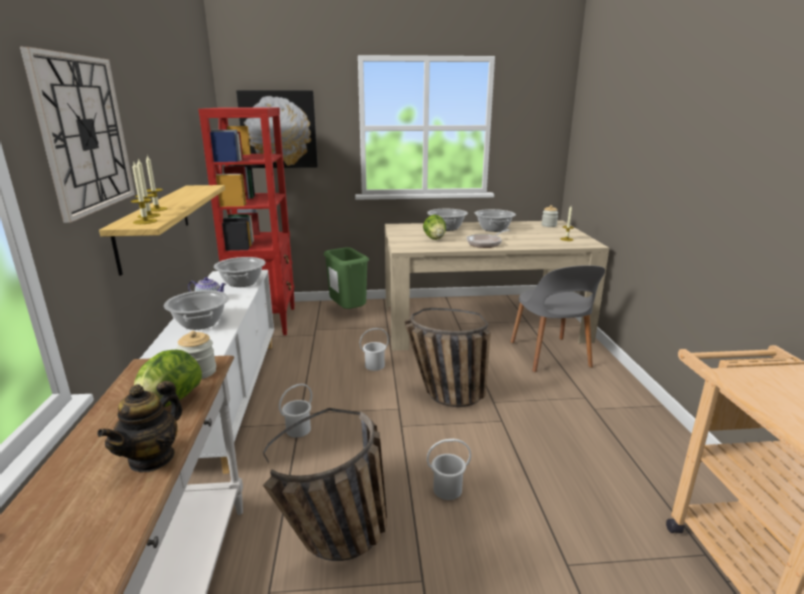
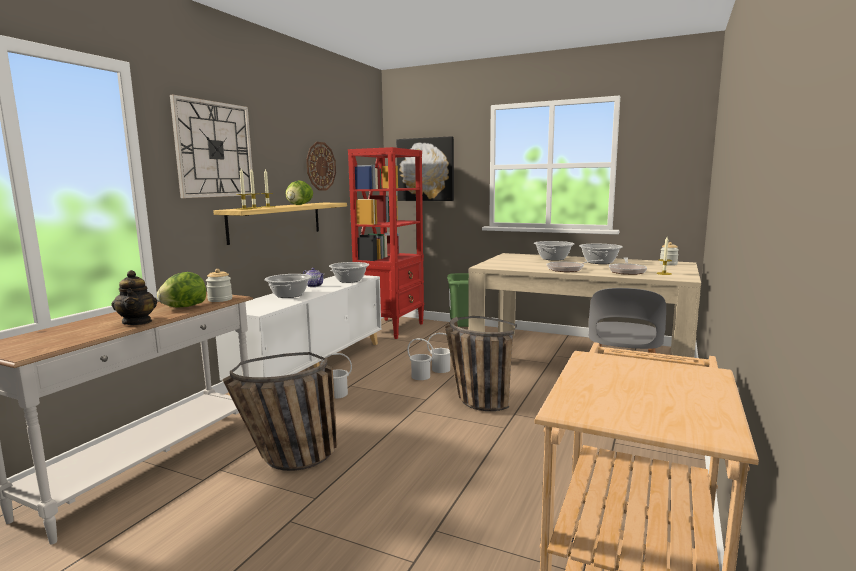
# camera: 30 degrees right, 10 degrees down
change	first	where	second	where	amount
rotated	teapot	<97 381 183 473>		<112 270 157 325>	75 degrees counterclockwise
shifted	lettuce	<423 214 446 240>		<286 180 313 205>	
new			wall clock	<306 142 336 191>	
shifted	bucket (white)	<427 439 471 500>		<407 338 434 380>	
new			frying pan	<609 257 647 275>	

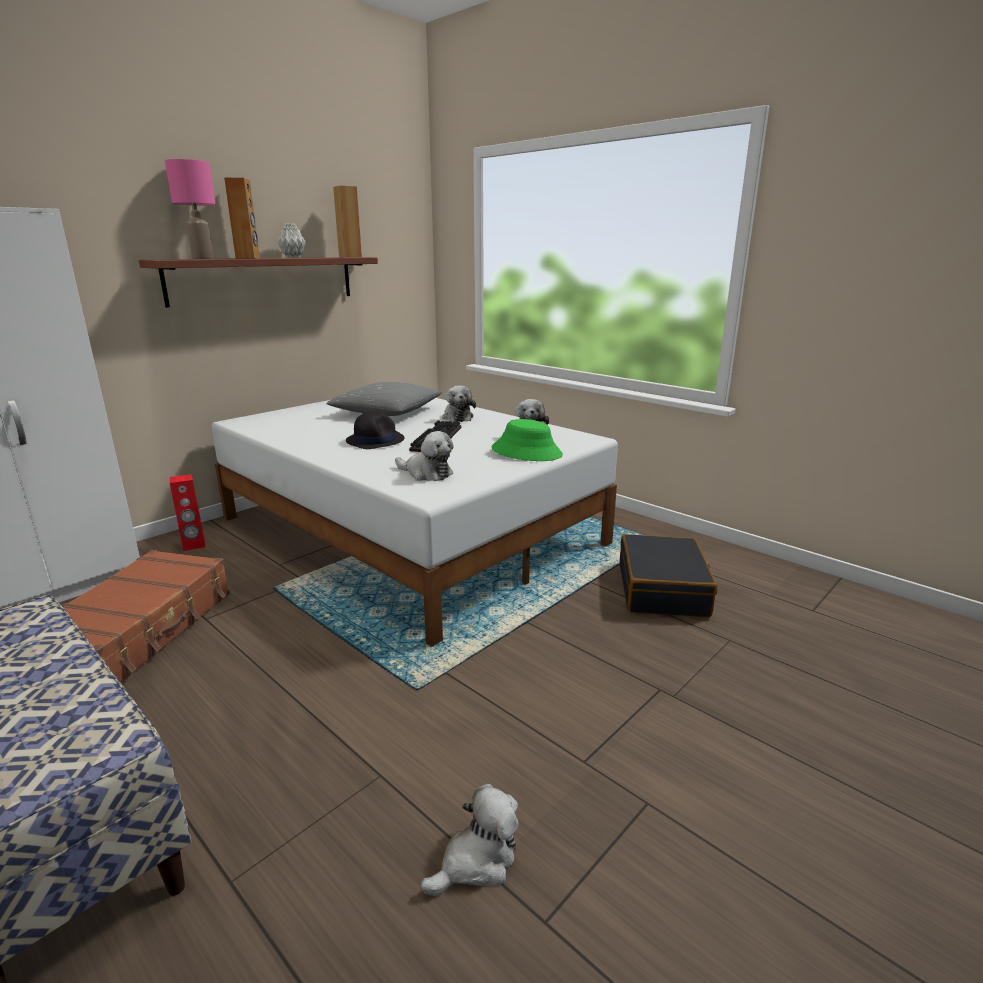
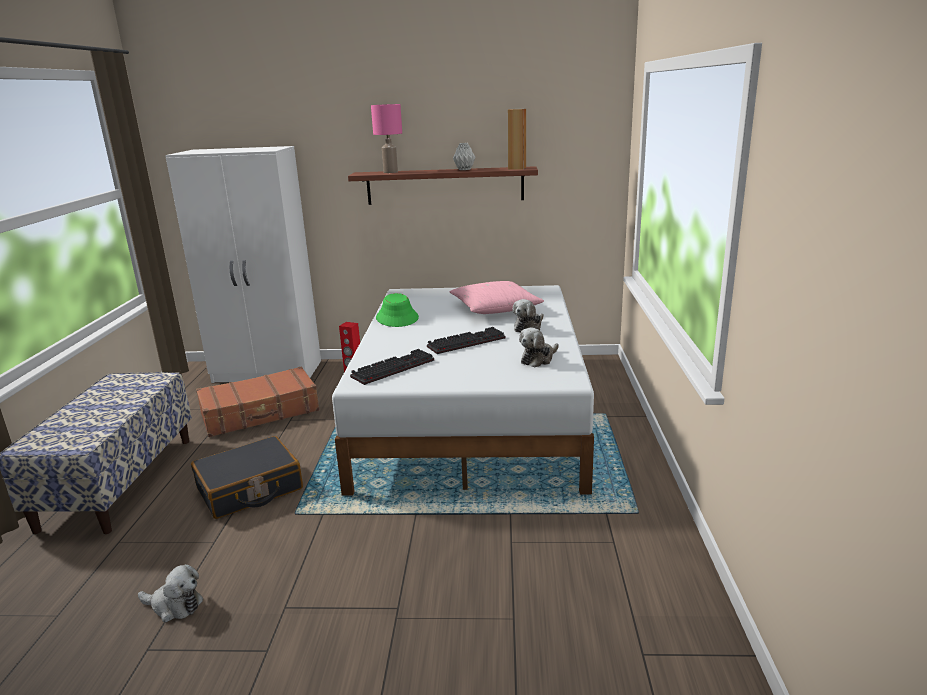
# camera: 50 degrees right, 0 degrees up
change	first	where	second	where	amount
shifted	suitcase (black)	<620 534 717 618>		<191 436 303 519>	
swapped	plush toy	<395 431 453 481>	keyboard	<350 349 434 385>	
shifted	hat (green)	<492 419 563 461>		<376 293 419 327>	
repainted	pillow (grey)	<326 382 442 416>	pillow (pink)	<450 281 544 314>	
gone	speaker (brown)	<224 178 260 259>			
gone	hat (black)	<346 411 405 449>			

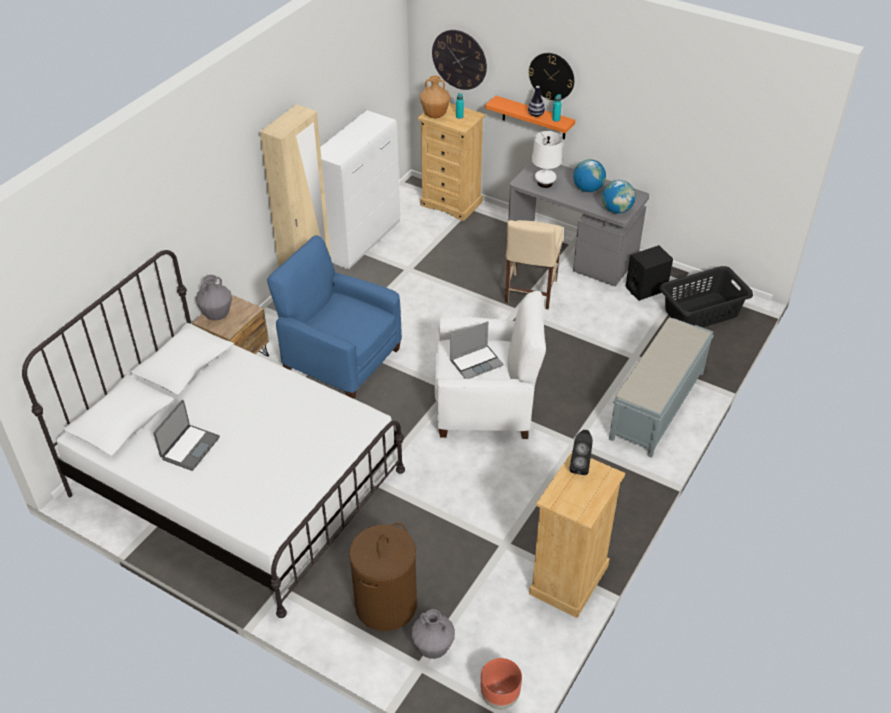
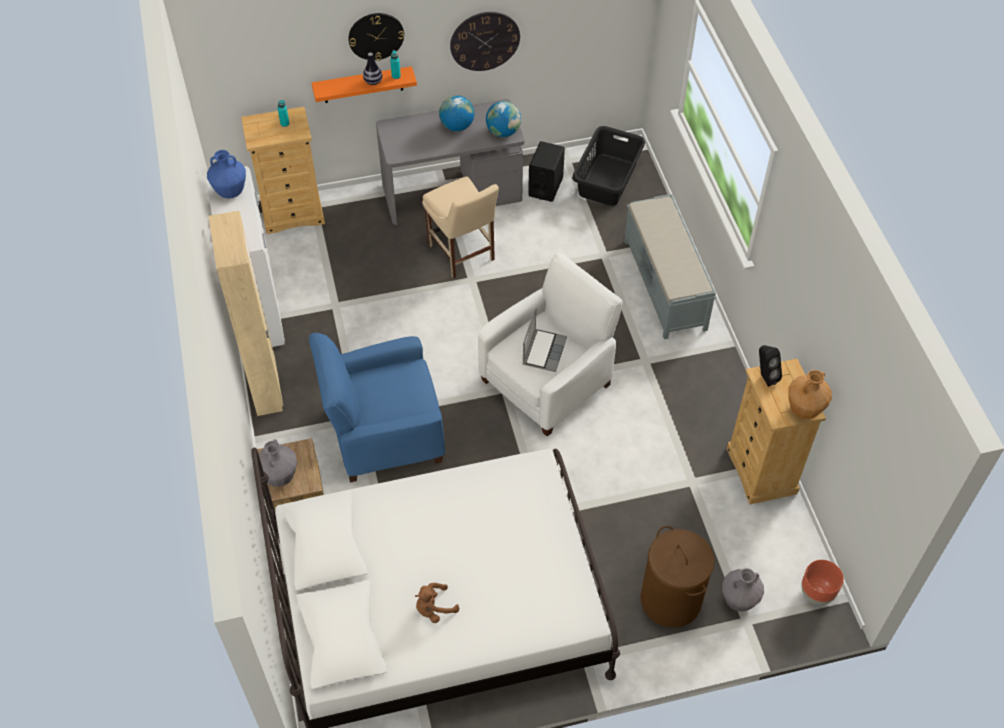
# camera: 45 degrees left, 10 degrees up
change	first	where	second	where	amount
new			vase (blue)	<207 150 246 199>	
swapped	laptop	<153 400 220 471>	plush toy (brown)	<415 583 459 623>	
shifted	wall clock	<432 30 487 90>		<450 12 520 71>	
shifted	vase (brown)	<420 75 451 118>		<788 370 832 419>	
gone	table lamp (white)	<532 131 563 188>			

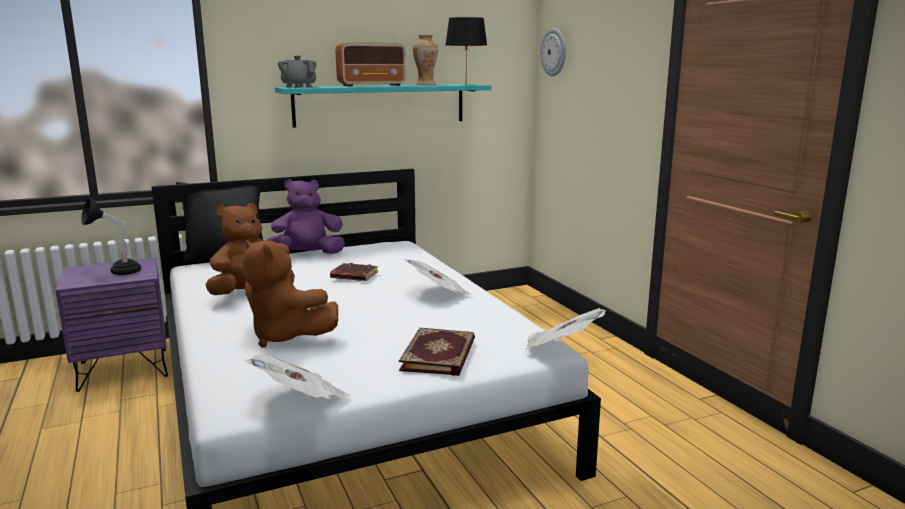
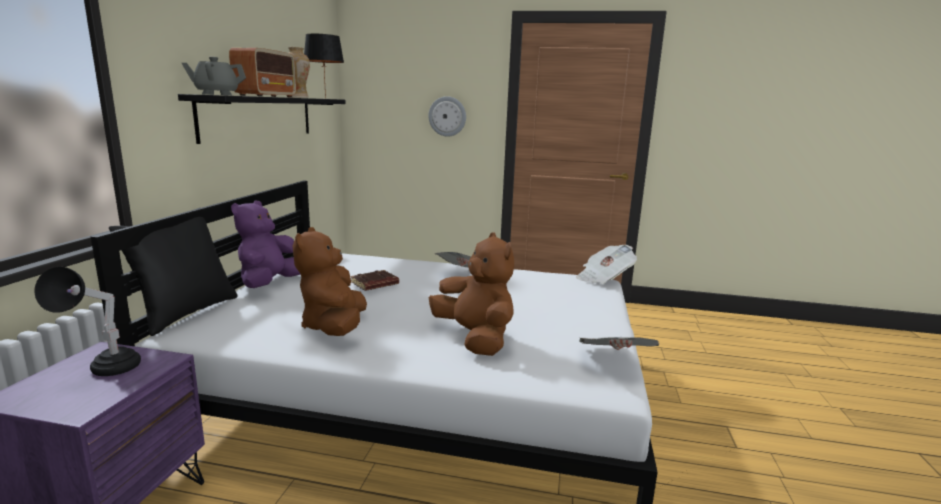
# camera: 55 degrees left, 0 degrees up
change	first	where	second	where	amount
repainted	shelf (turquoise)	<275 84 491 128>	shelf (black)	<178 94 345 144>	
shifted	wall clock	<541 28 566 76>		<429 96 466 137>	
rotated	plush toy (brown)	<243 240 338 348>		<429 232 514 356>	105 degrees counterclockwise
gone	book	<399 328 475 376>			

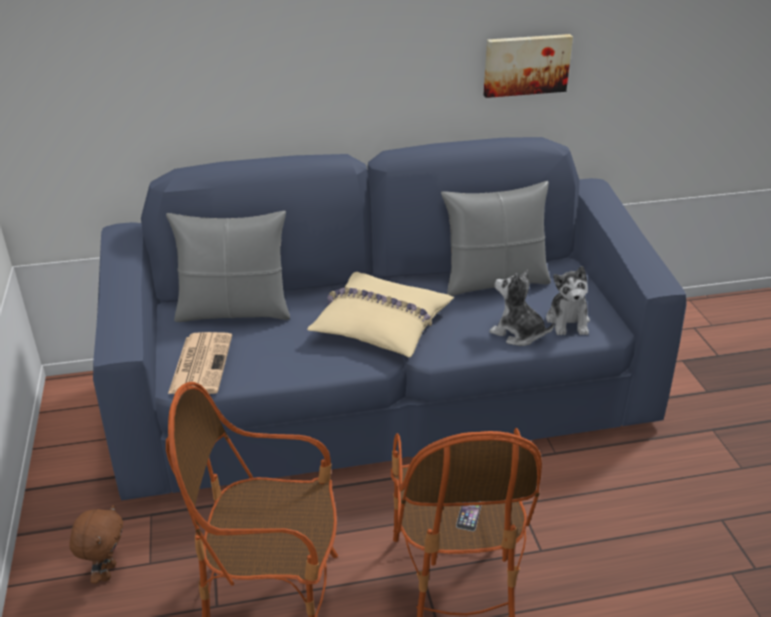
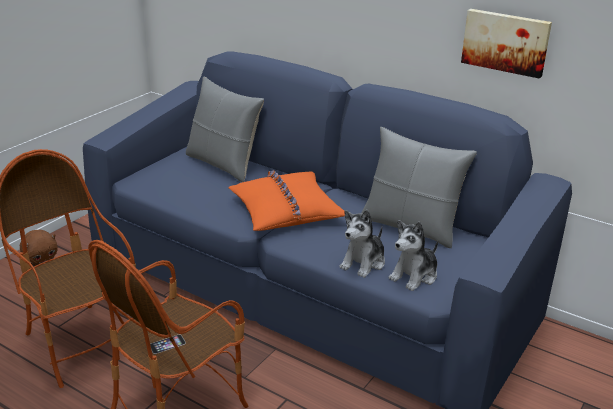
# camera: 45 degrees right, 5 degrees down
change	first	where	second	where	amount
repainted	pillow (beige)	<307 272 454 357>	pillow (orange)	<229 170 345 231>	
rotated	plush toy	<489 270 555 346>		<339 210 385 278>	135 degrees counterclockwise
gone	newspaper	<168 332 232 394>			

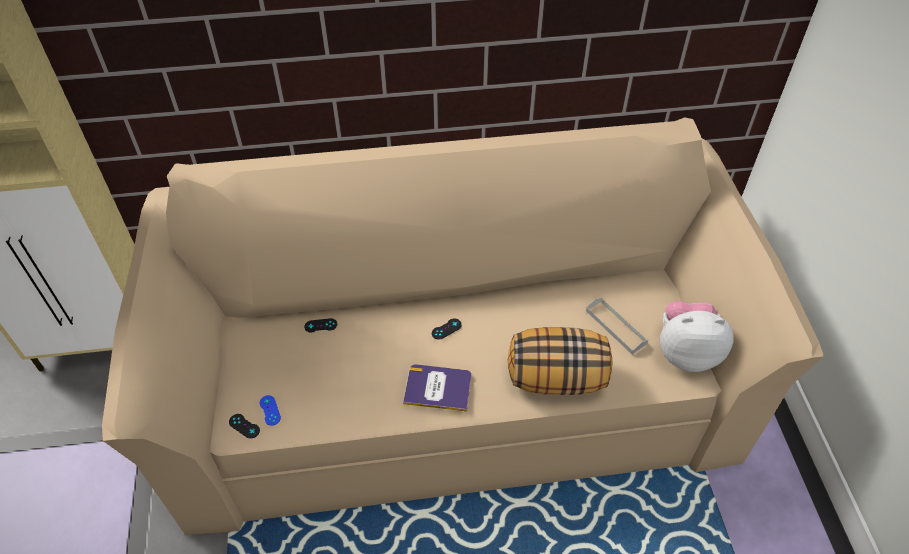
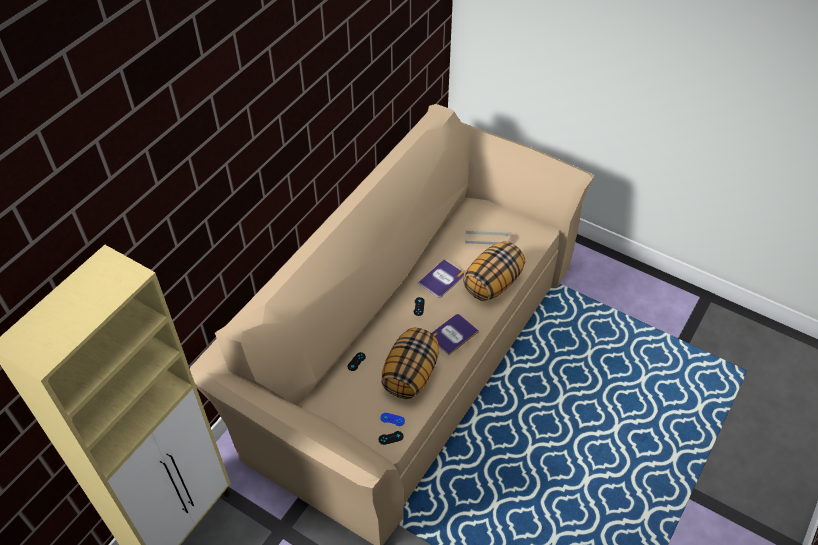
# camera: 50 degrees left, 0 degrees up
change	first	where	second	where	amount
new			pillow	<381 328 439 399>	
new			book	<418 260 464 298>	
gone	plush toy	<660 301 734 372>			

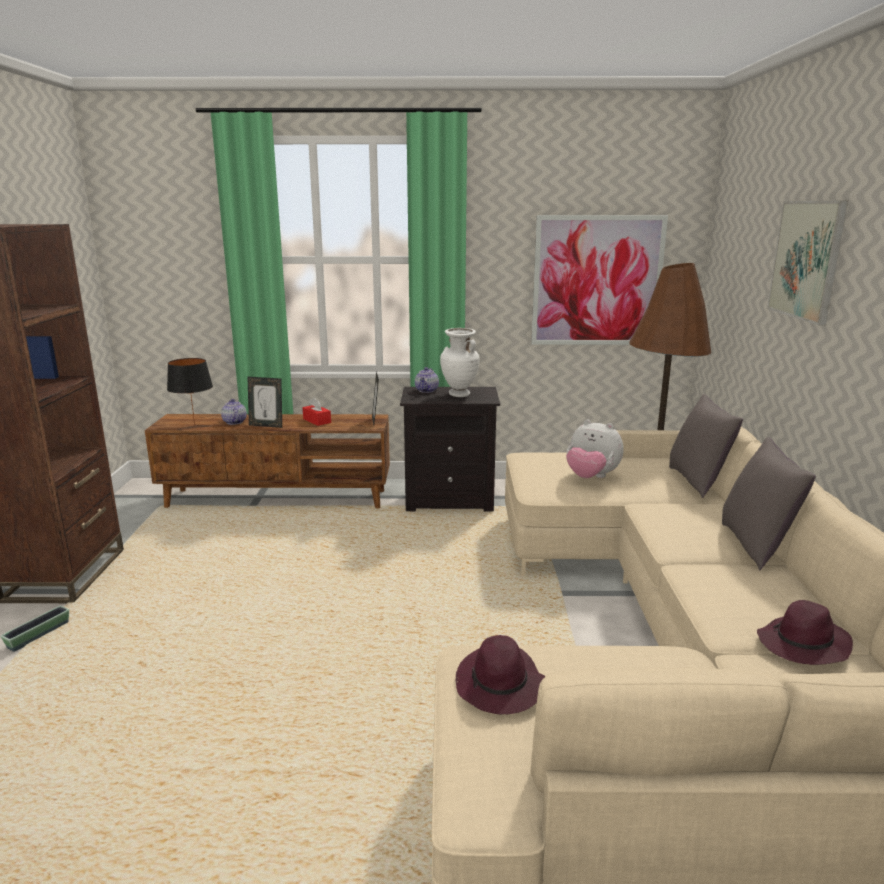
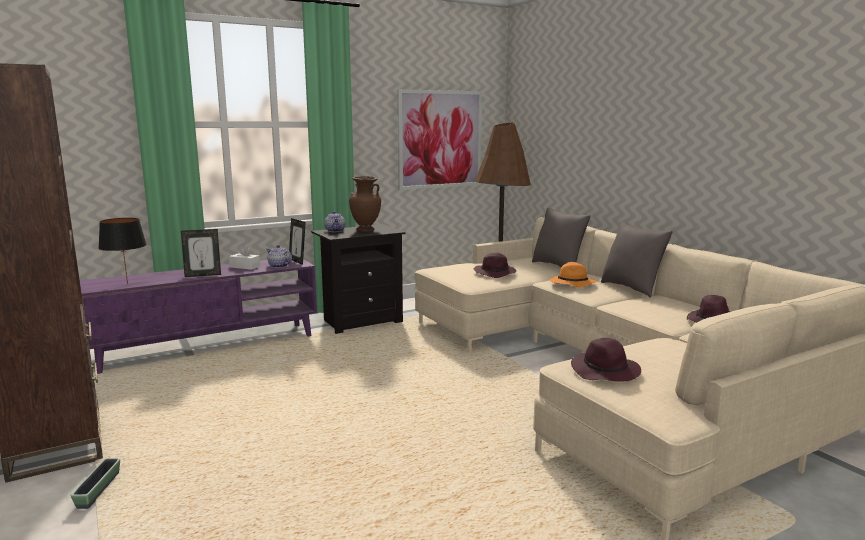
# camera: 30 degrees left, 5 degrees down
change	first	where	second	where	amount
repainted	tv stand (brown)	<145 414 390 508>	tv stand (purple)	<80 259 317 374>	
repainted	tissue box (red)	<303 397 331 426>	tissue box (white)	<229 245 260 270>	
shifted	teapot	<221 399 247 425>		<266 245 292 268>	
repainted	vase (white)	<440 328 480 397>	vase (brown)	<349 176 381 232>	
swapped	plush toy	<566 419 624 478>	hat (purple)	<474 253 516 278>	
new			hat (orange)	<550 262 596 288>	
gone	picture	<767 200 848 326>			

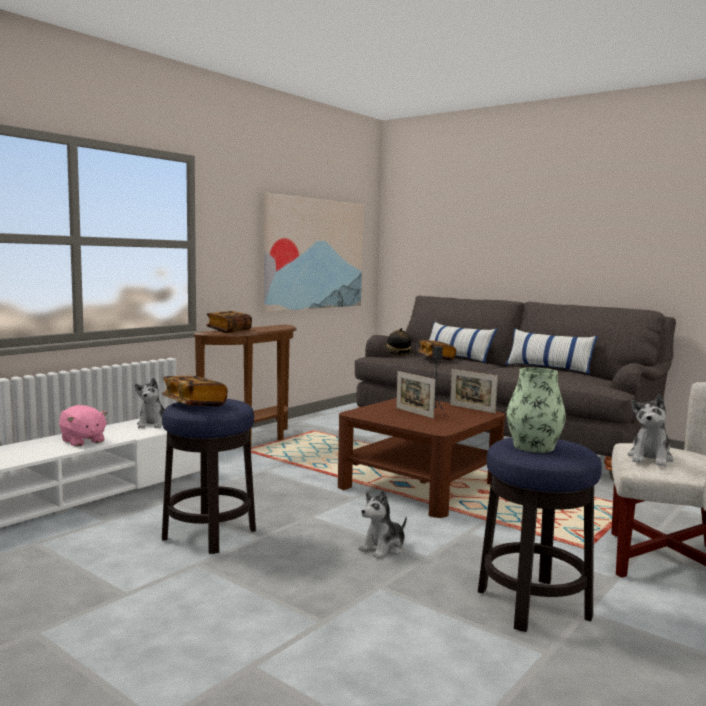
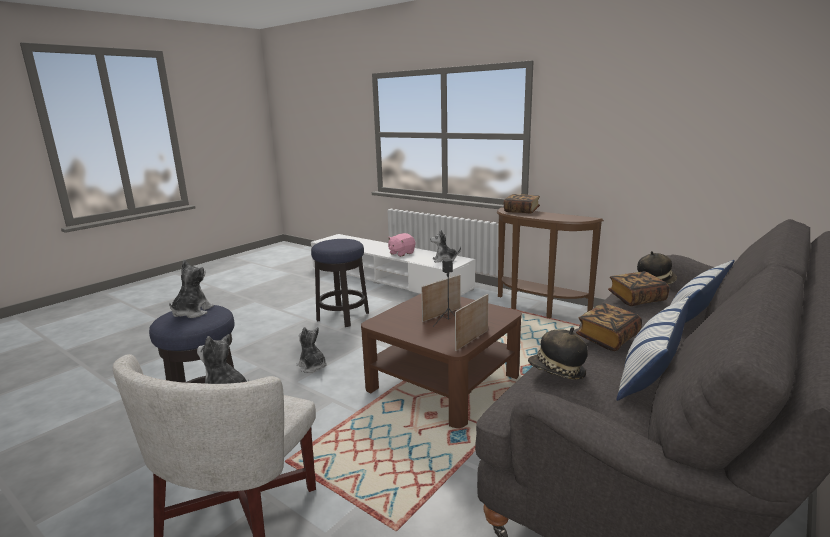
# camera: 90 degrees right, 10 degrees up
change	first	where	second	where	amount
swapped	vase	<507 368 566 453>	plush toy	<169 260 214 318>	
new			hat	<528 327 588 380>	
shifted	book	<162 376 228 406>		<576 303 642 351>	
gone	picture	<262 193 364 312>			

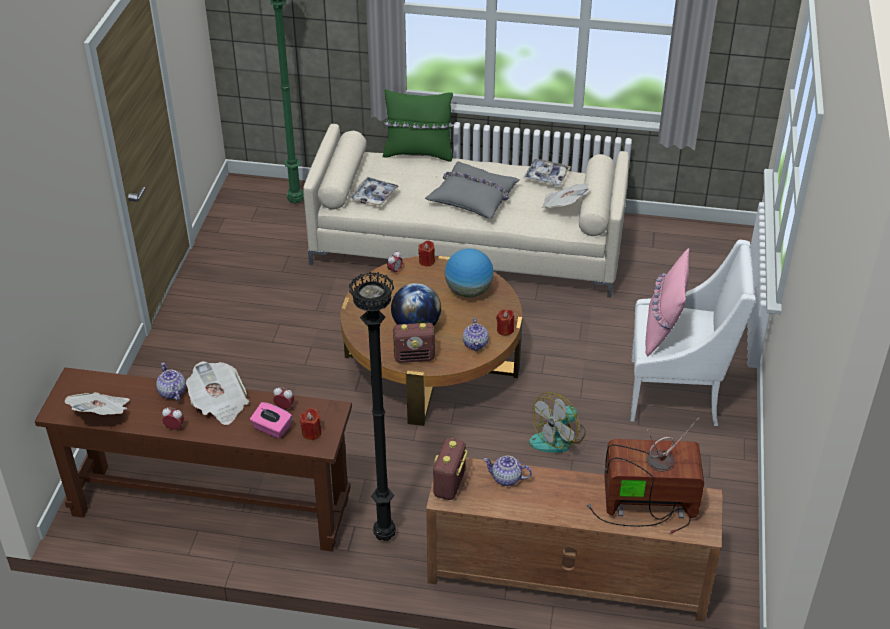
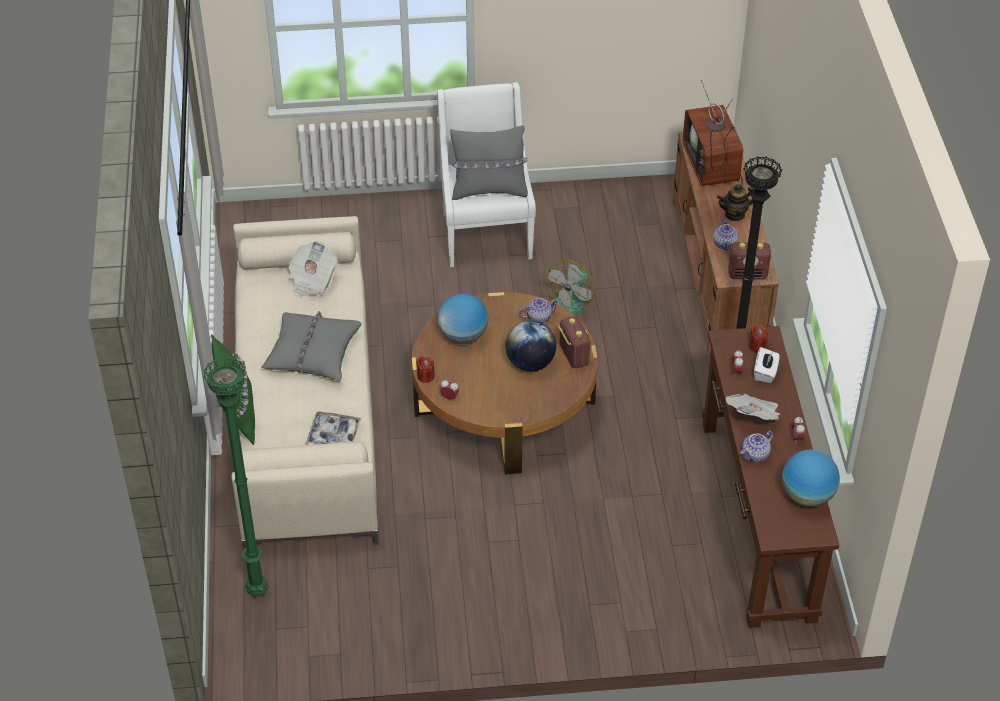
# camera: 105 degrees left, 5 degrees up
change	first	where	second	where	amount
repainted	pillow (pink)	<645 248 689 357>	pillow (grey)	<450 125 528 200>	
rotated	fan	<529 392 586 453>		<547 260 594 314>	90 degrees clockwise
new			teapot	<717 184 754 221>	
repainted	tissue box (pink)	<250 402 292 439>	tissue box (white)	<754 347 779 383>	
swapped	newspaper	<65 392 130 415>	globe	<782 450 840 507>	
gone	candle (red)	<496 309 514 336>			
gone	tray	<523 159 571 186>			

